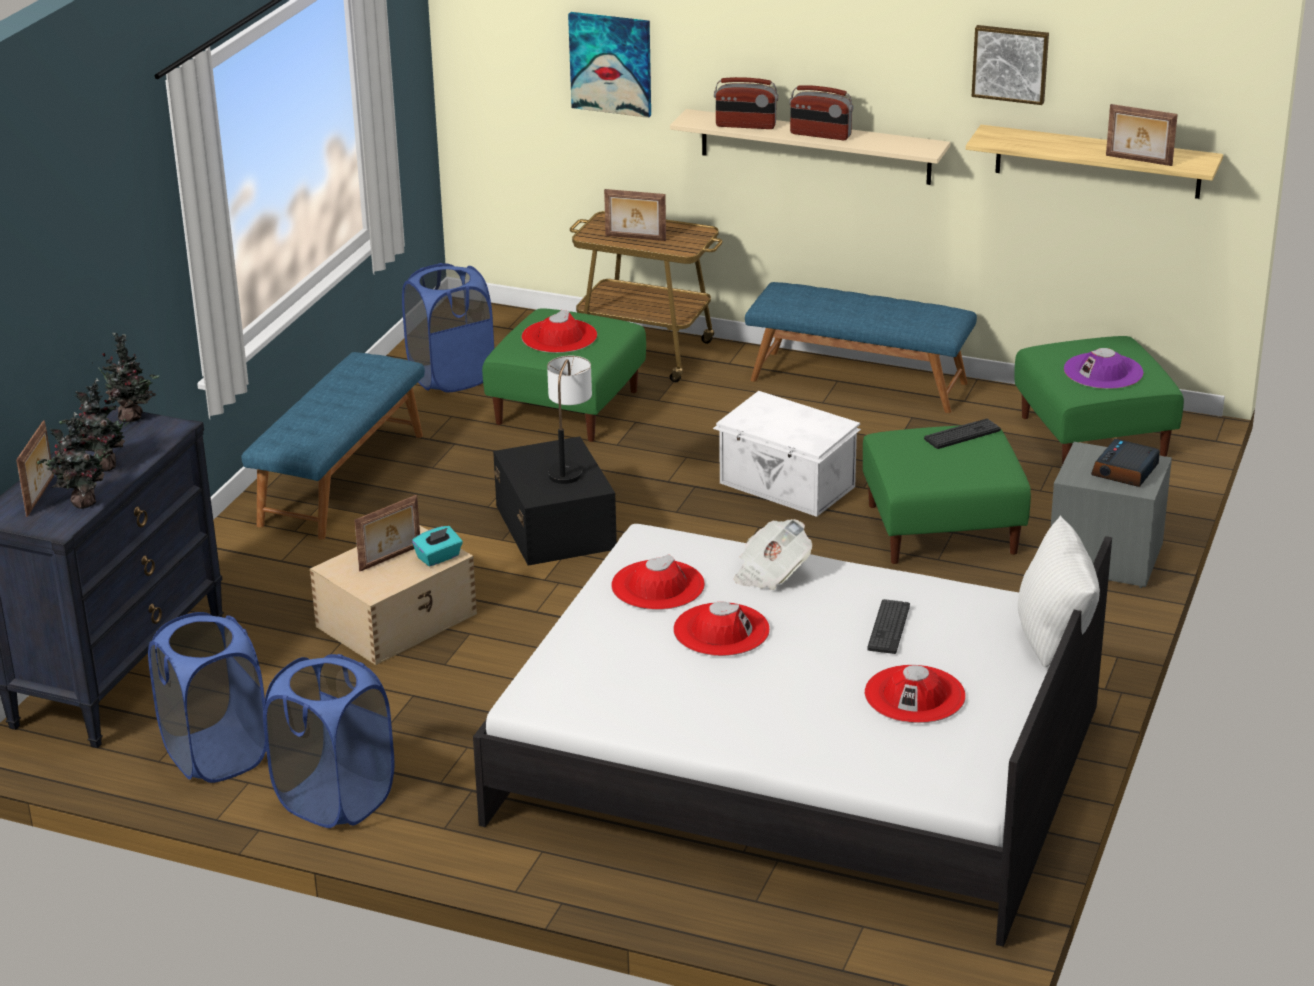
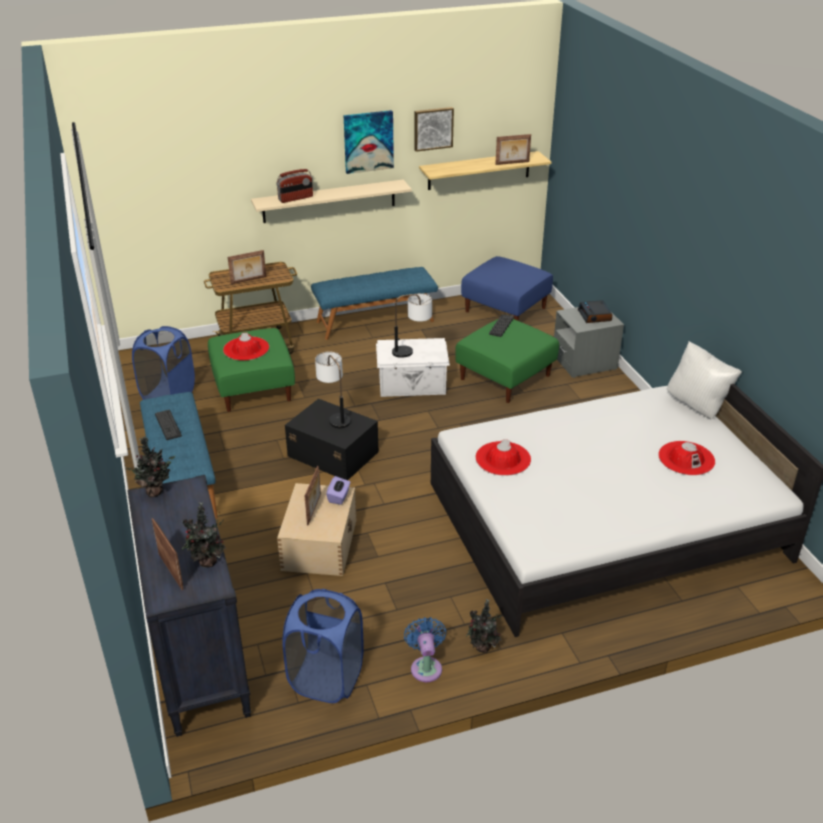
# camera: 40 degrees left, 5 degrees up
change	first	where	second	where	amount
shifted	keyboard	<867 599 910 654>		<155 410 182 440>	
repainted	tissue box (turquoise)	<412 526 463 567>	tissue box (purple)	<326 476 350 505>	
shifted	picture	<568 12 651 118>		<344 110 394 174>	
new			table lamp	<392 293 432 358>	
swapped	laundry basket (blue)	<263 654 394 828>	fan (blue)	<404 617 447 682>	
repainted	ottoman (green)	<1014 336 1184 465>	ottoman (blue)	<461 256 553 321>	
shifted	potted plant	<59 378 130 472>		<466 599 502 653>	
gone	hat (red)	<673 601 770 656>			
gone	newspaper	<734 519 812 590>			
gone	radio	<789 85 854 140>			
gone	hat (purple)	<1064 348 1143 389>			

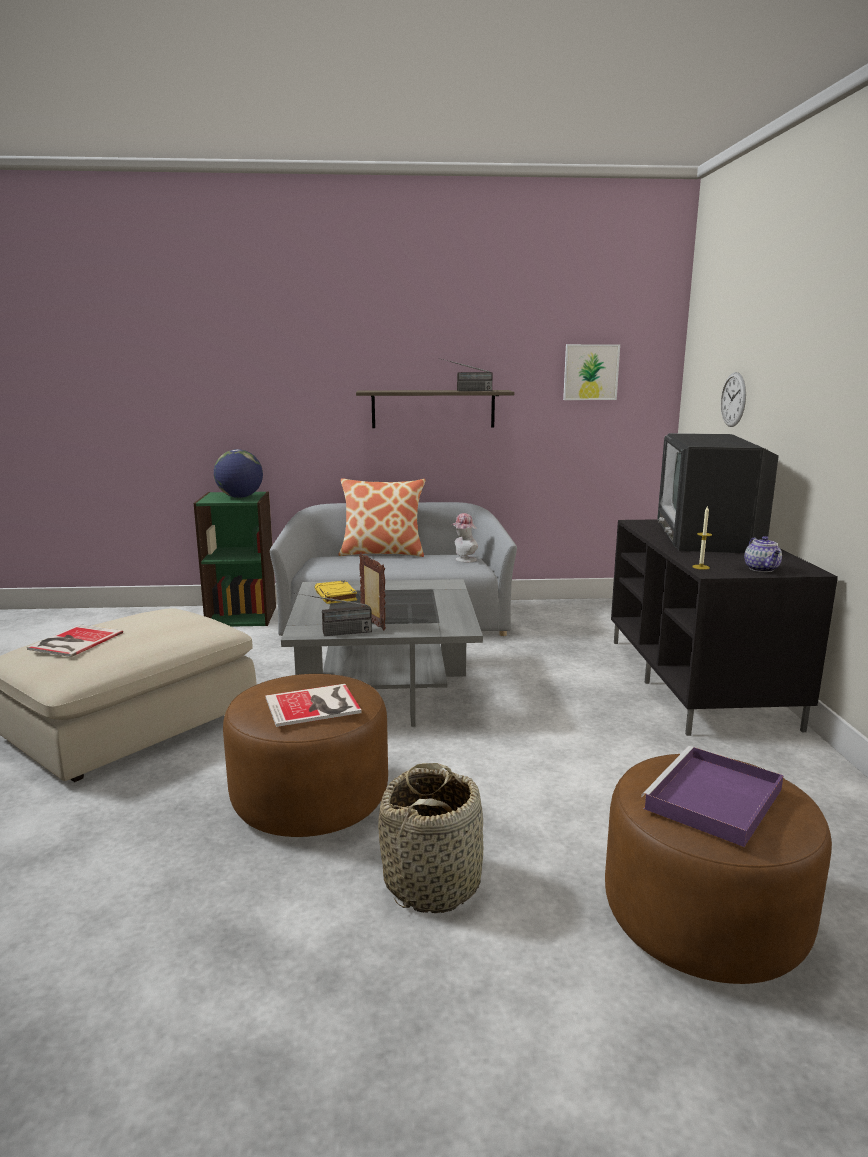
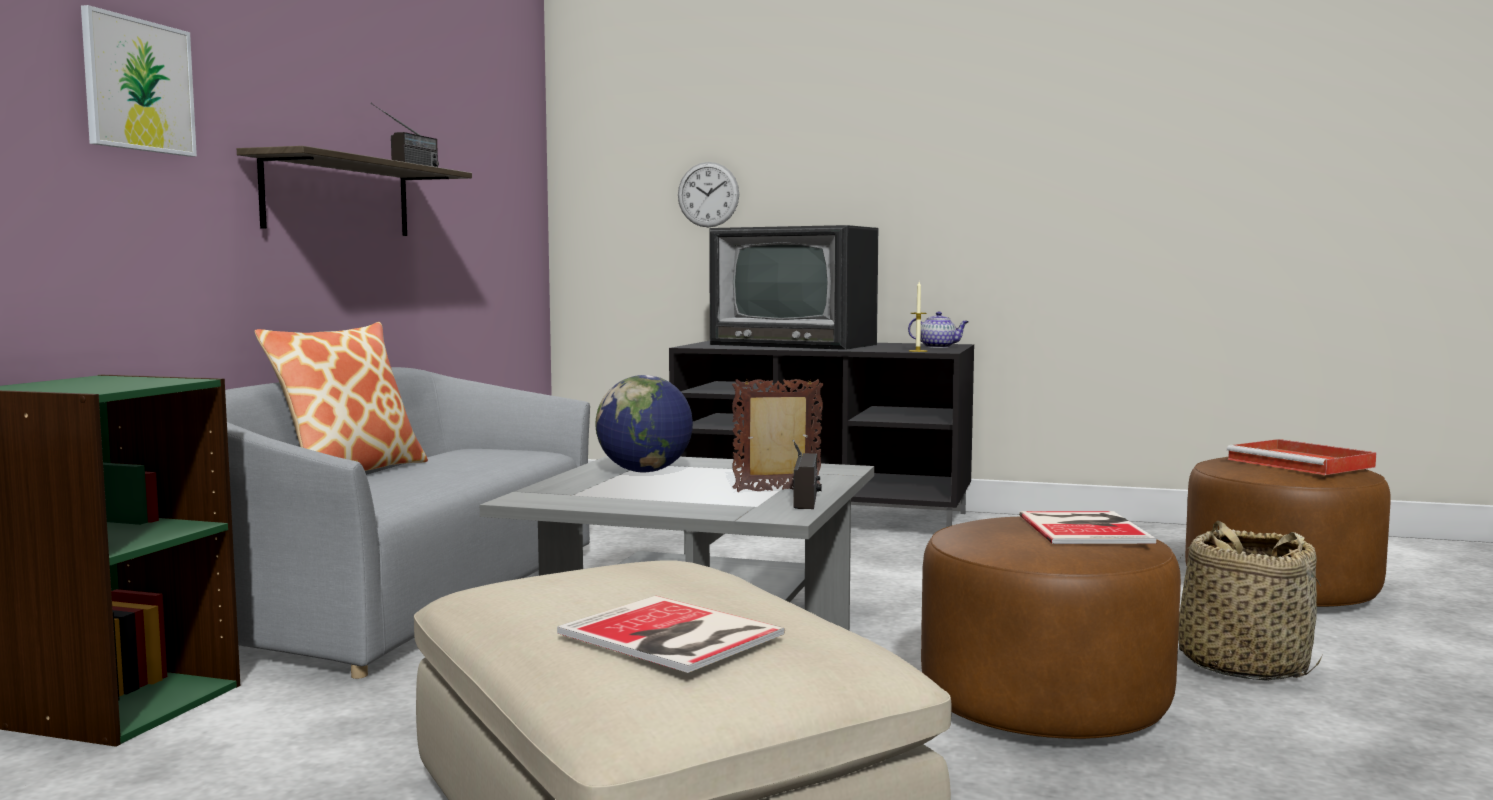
# camera: 70 degrees left, 10 degrees down
change	first	where	second	where	amount
shifted	picture	<563 344 620 400>		<81 5 197 157>	
shifted	globe	<214 449 263 498>		<595 375 693 472>	
repainted	tray (purple)	<641 746 784 847>	tray (red)	<1227 439 1376 475>	
gone	book (yellow)	<314 580 357 604>			
gone	hat	<450 513 478 562>			

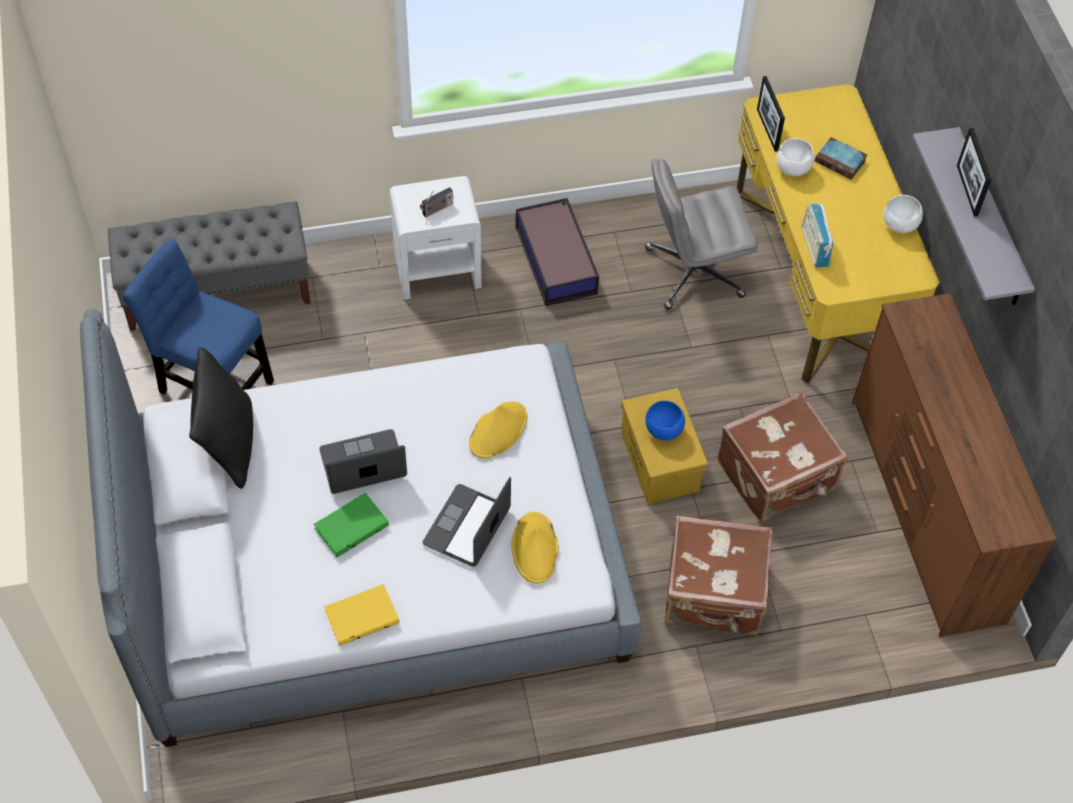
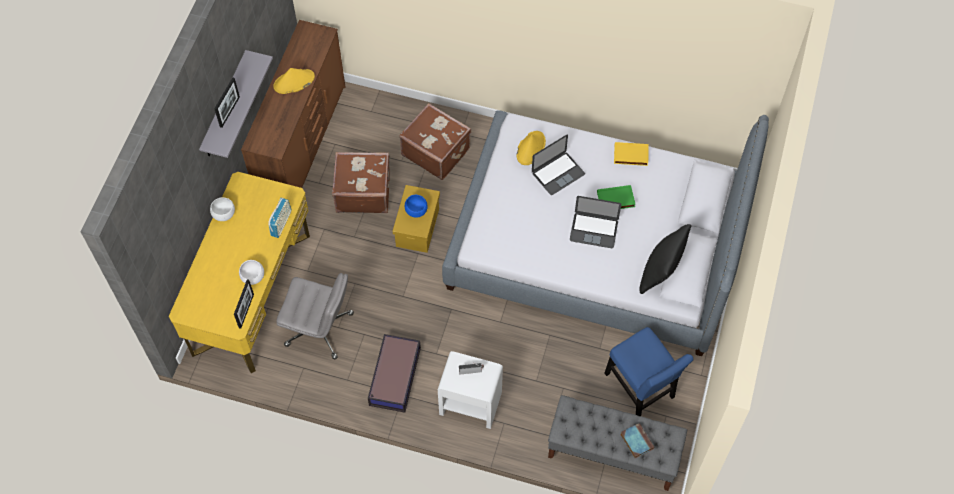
# camera: 150 degrees left, 5 degrees up
change	first	where	second	where	amount
shifted	hat (yellow)	<469 401 527 459>		<273 68 315 94>	
shifted	book	<815 137 867 180>		<620 423 654 458>	

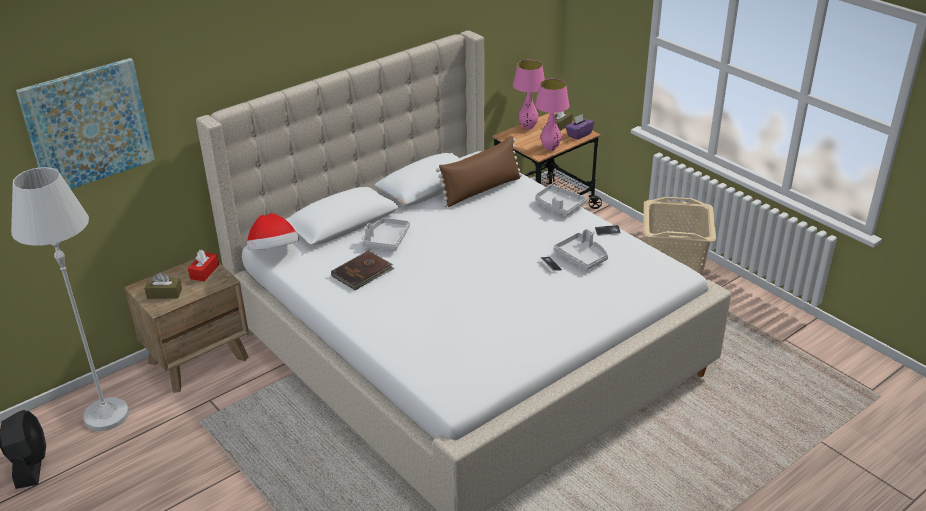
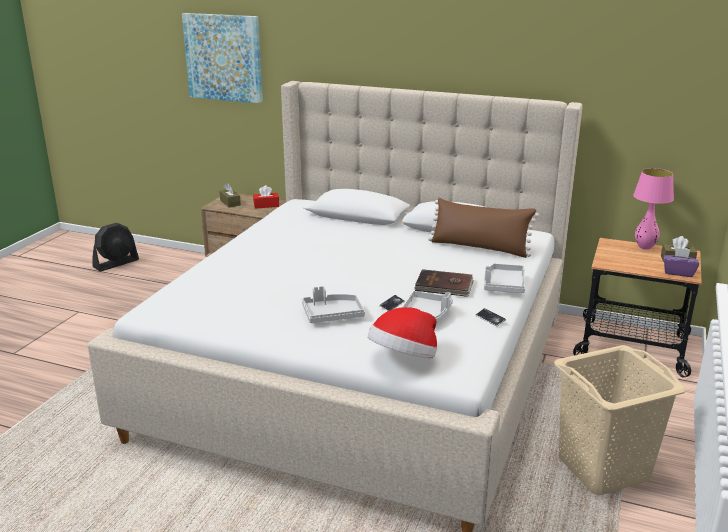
# camera: 60 degrees right, 10 degrees down
change	first	where	second	where	amount
shifted	tray (grey)	<362 218 410 250>		<302 286 365 323>	
shifted	hat	<247 213 299 250>		<368 307 437 358>	
shifted	book (brown)	<331 251 395 290>		<414 269 474 297>	
gone	floor lamp (white)	<11 167 129 431>			
gone	table lamp (pink)	<535 79 569 151>			

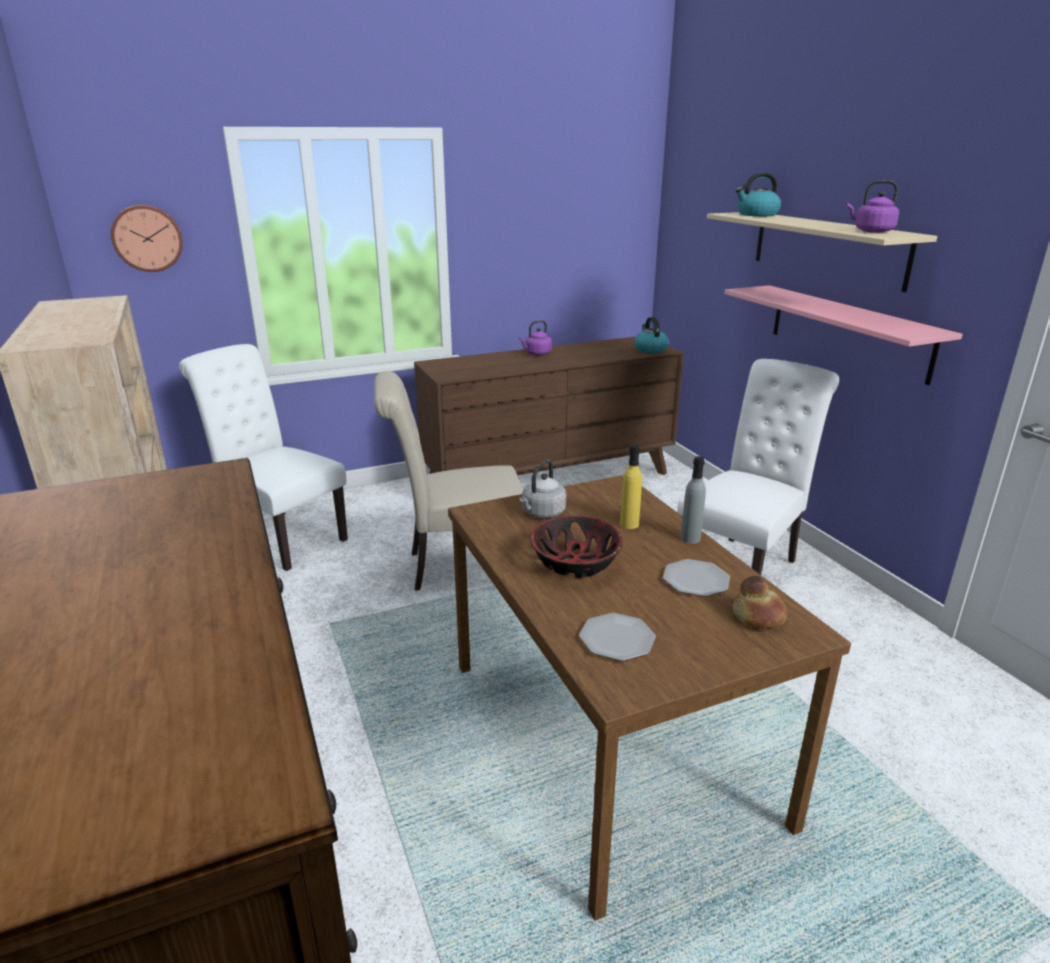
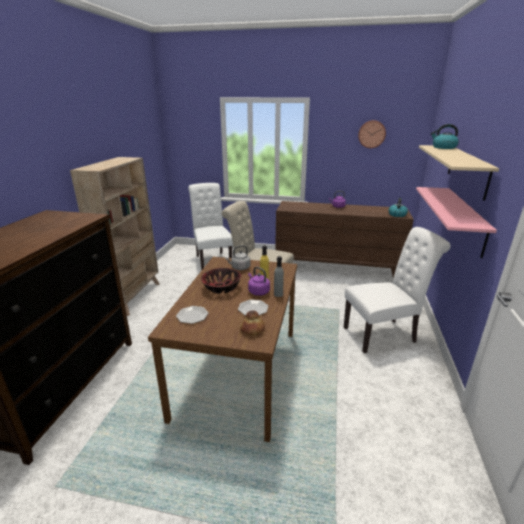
# camera: 35 degrees right, 0 degrees up
change	first	where	second	where	amount
shifted	kettle (purple)	<846 180 899 233>		<248 267 270 296>	
shifted	wall clock	<111 205 183 272>		<358 120 386 148>	

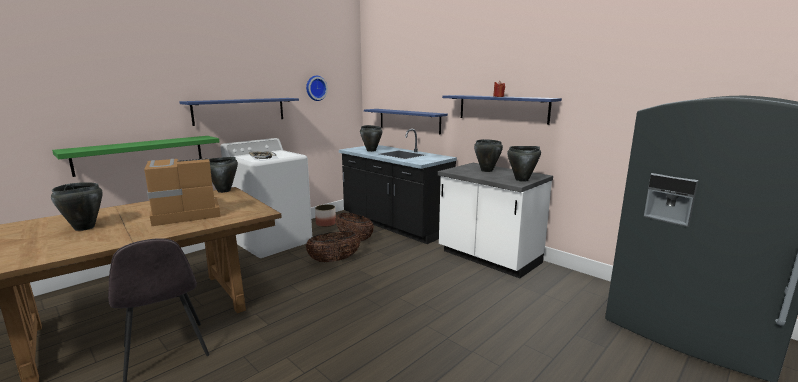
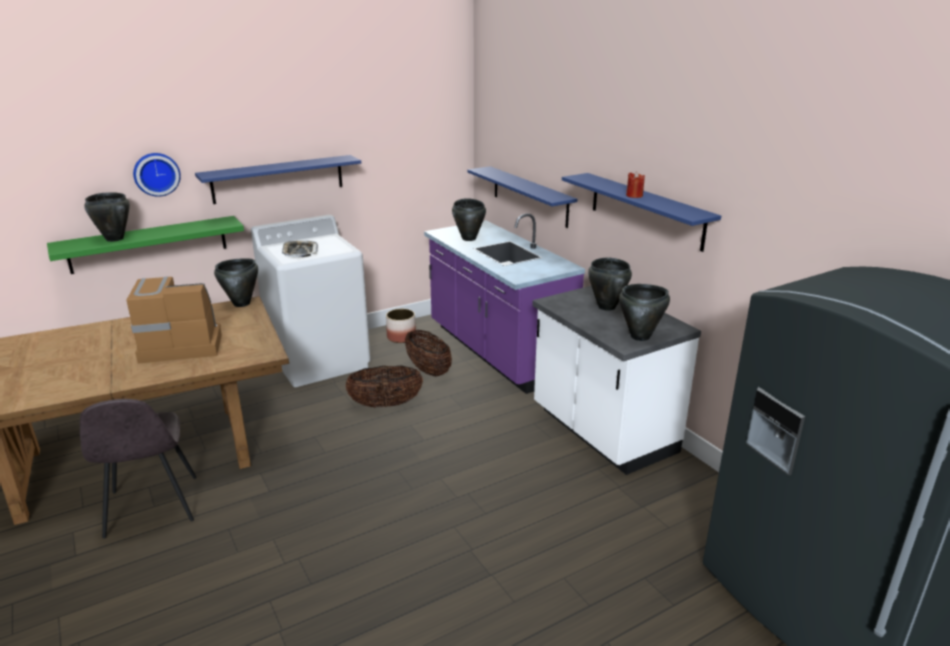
# camera: 15 degrees right, 10 degrees up
change	first	where	second	where	amount
shifted	cooking pot (black)	<51 182 103 231>		<84 192 130 242>	
shifted	wall clock	<306 76 328 101>		<133 153 181 197>	
repainted	counter (black)	<339 129 457 244>	counter (purple)	<424 213 585 394>	

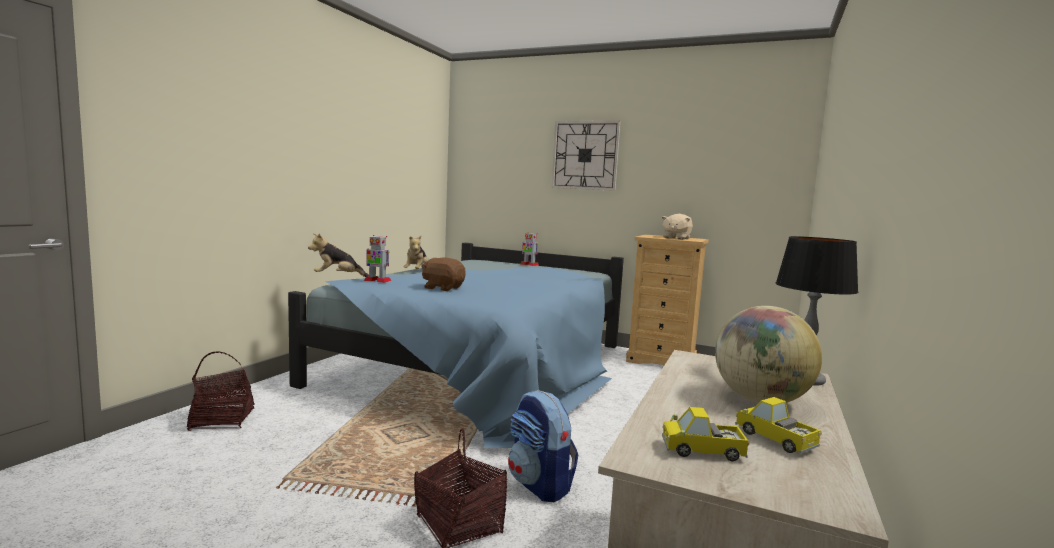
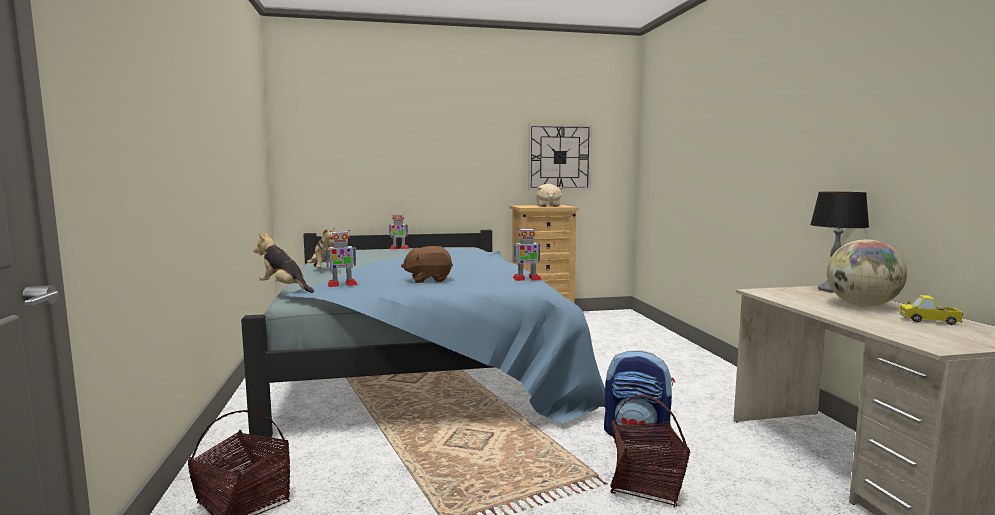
# camera: 35 degrees left, 0 degrees up
change	first	where	second	where	amount
rotated	plush toy	<308 233 369 277>		<253 233 314 293>	75 degrees clockwise
new			toy robot	<513 227 542 281>	
shifted	wall clock	<552 121 621 191>		<528 124 592 190>	
gone	toy truck	<662 407 749 461>			

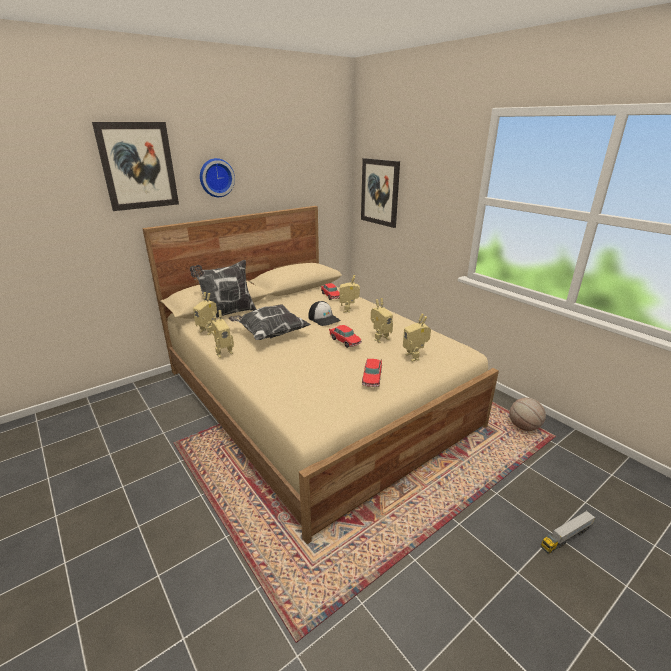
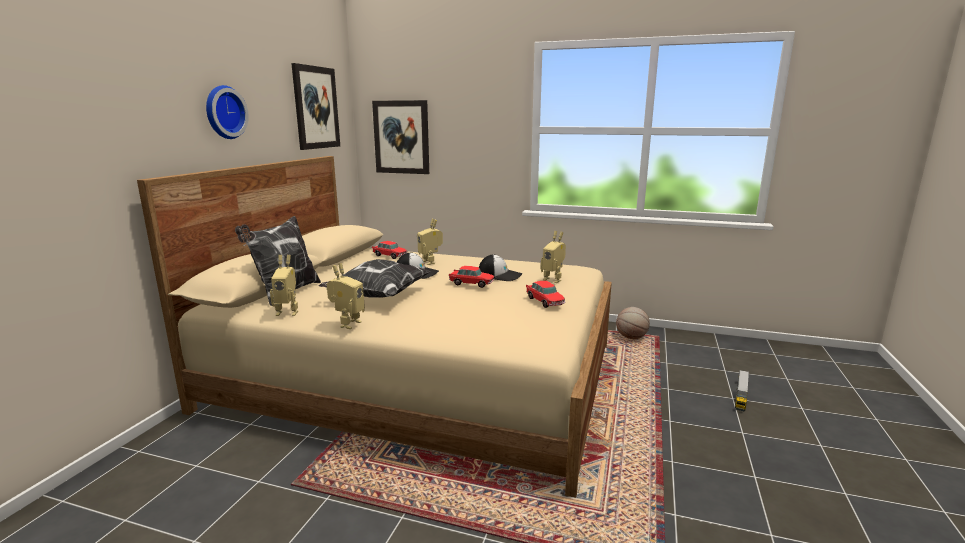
# camera: 35 degrees left, 10 degrees down
change	first	where	second	where	amount
shifted	picture	<92 122 179 211>		<291 63 340 150>	
swapped	toy robot	<371 298 393 343>	cap	<479 255 522 281>	

